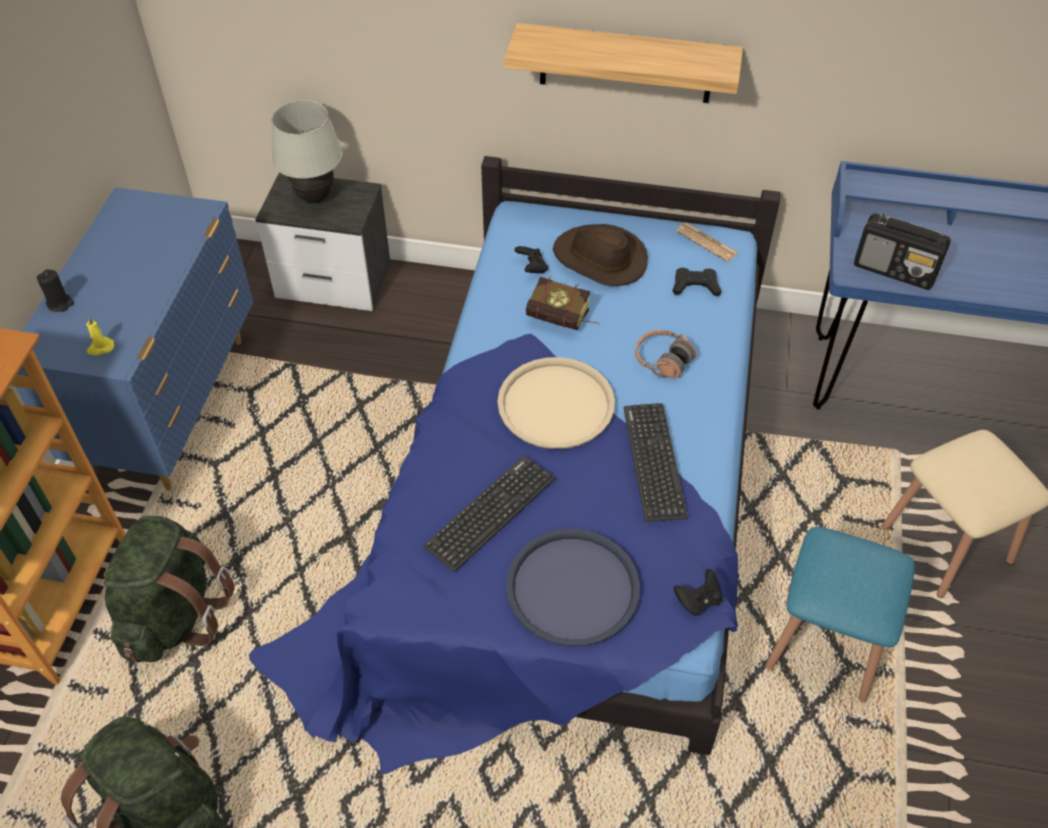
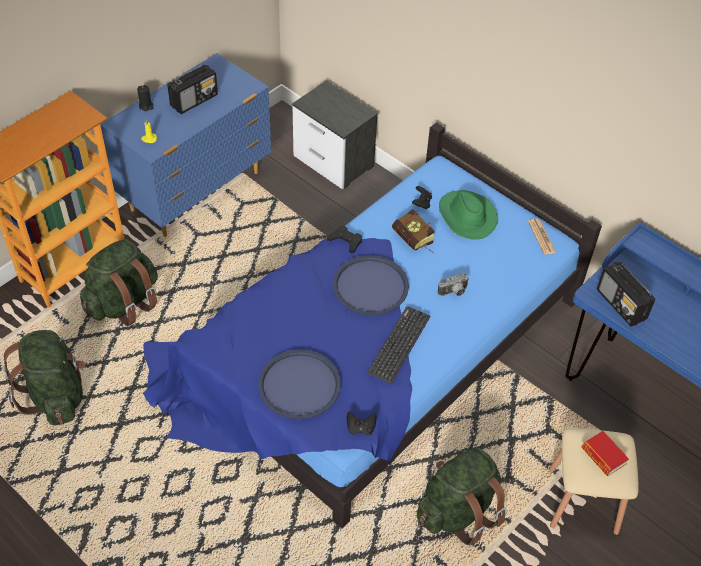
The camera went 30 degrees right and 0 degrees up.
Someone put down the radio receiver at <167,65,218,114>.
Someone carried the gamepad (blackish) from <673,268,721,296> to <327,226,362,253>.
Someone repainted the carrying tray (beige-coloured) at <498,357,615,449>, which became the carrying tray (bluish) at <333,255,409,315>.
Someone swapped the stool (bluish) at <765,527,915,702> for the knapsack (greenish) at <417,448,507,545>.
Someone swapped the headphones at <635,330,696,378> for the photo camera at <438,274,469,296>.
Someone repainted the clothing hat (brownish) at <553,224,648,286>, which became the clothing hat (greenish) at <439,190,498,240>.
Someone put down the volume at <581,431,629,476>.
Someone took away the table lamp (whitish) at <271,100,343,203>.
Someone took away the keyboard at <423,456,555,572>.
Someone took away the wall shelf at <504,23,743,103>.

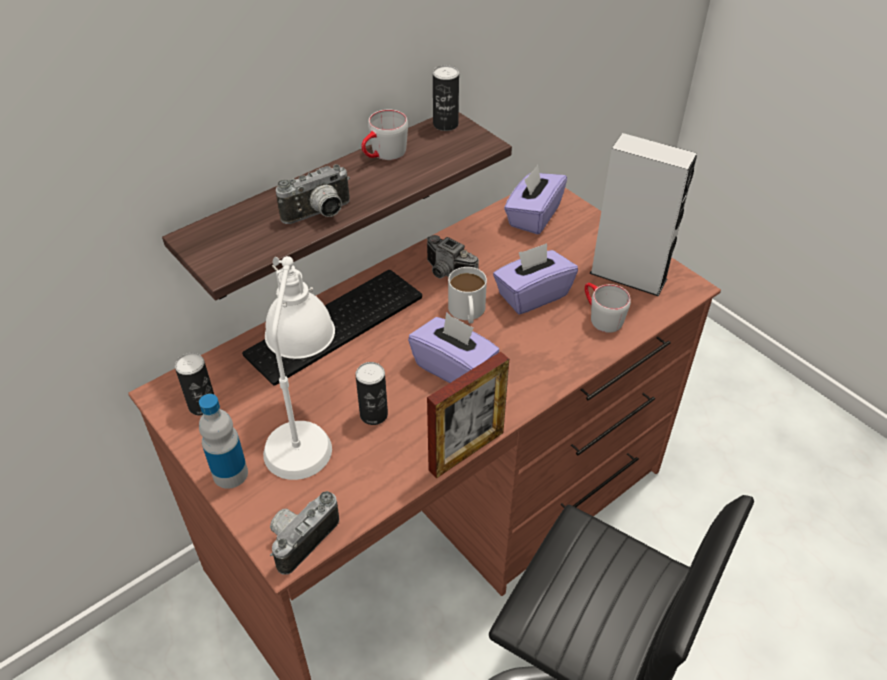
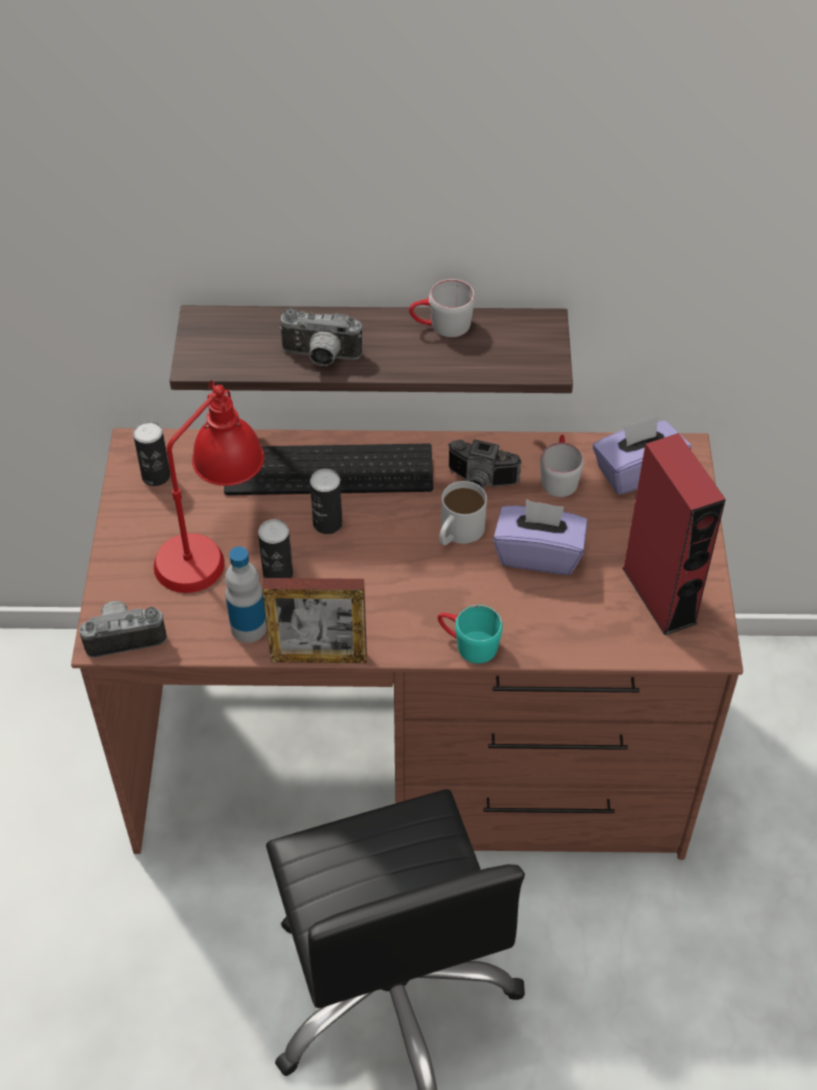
The camera went 40 degrees right and 5 degrees up.
Someone repainted the table lamp (whitish) at <263,256,335,480>, which became the table lamp (red) at <154,380,264,593>.
Someone carried the bottle from <199,394,248,489> to <225,546,267,643>.
Someone carried the can from <433,65,459,131> to <310,469,342,534>.
Someone put down the coffee mug (turquoise-coloured) at <438,605,503,664>.
Someone rotated the photo camera at <427,235,479,279> by 60 degrees counterclockwise.
Someone carried the coffee mug (grey) from <585,283,631,333> to <540,435,584,497>.
Someone repainted the speaker (grey) at <589,133,697,297>, which became the speaker (red) at <622,433,726,635>.
Someone took away the tissue holder (purple-coloured) at <408,312,499,383>.

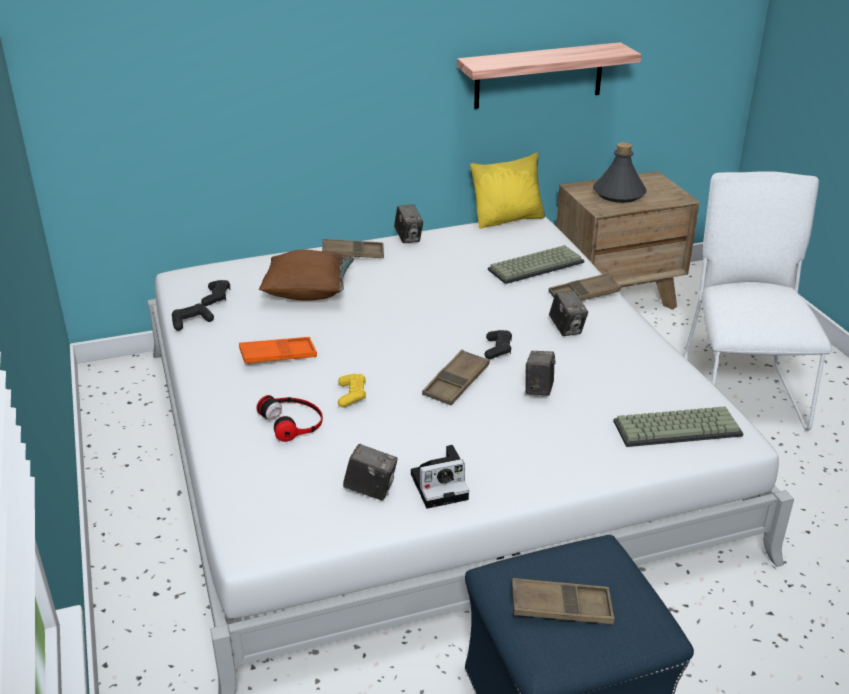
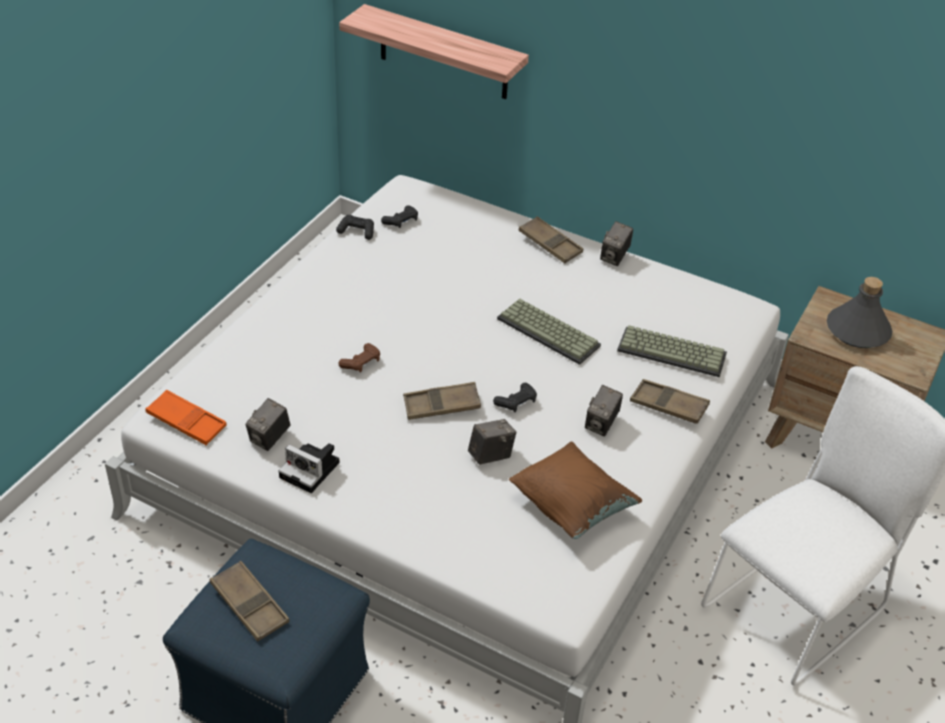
The camera went 45 degrees right and 10 degrees up.
Someone carried the carrying tray (orange-coloured) from <239,337,317,364> to <145,390,227,445>.
Someone rotated the photo camera at <343,444,398,501> by 60 degrees clockwise.
Someone repainted the gamepad (yellow) at <338,374,366,407>, which became the gamepad (brownish) at <338,343,380,372>.
Someone carried the wall shelf from <457,42,641,109> to <339,4,529,99>.
Someone carried the keyboard from <613,406,744,447> to <497,298,601,365>.
Someone carried the pillow (brownish) from <259,250,354,301> to <509,442,642,539>.
Someone took away the headphones at <256,395,323,442>.
Someone took away the pillow (yellow) at <470,152,545,229>.

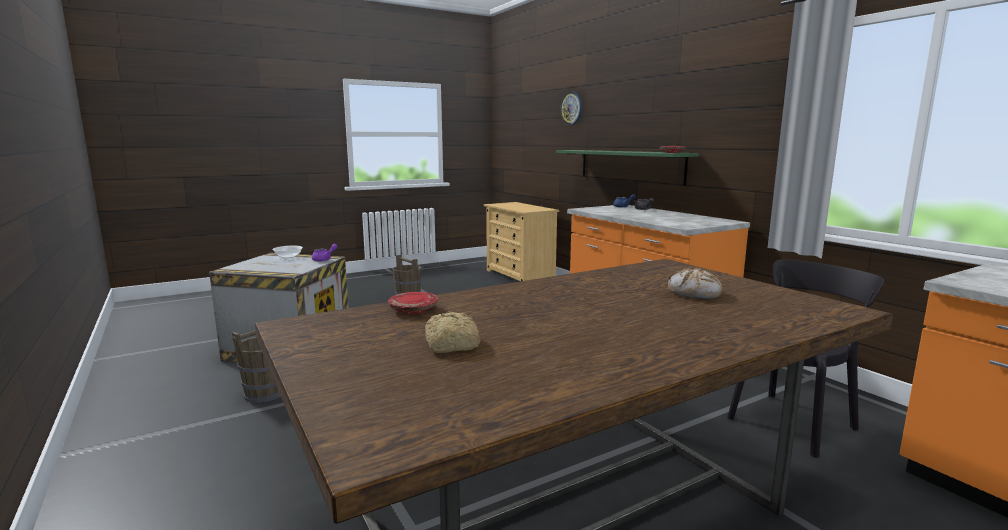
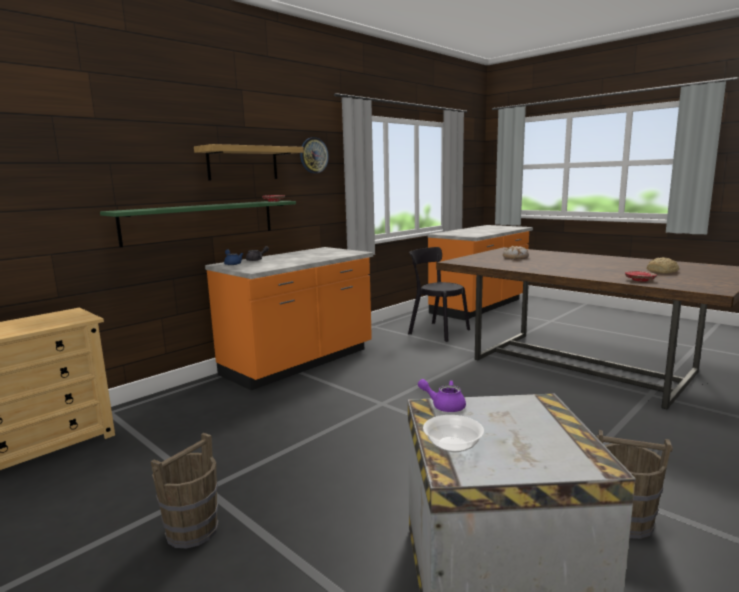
The camera went 105 degrees left and 0 degrees up.
Someone put up the wall shelf at <194,144,304,181>.
Someone carried the wall clock from <560,91,582,125> to <300,137,329,173>.

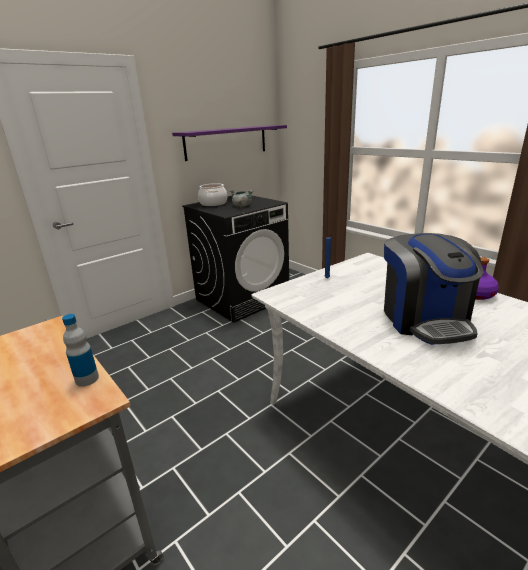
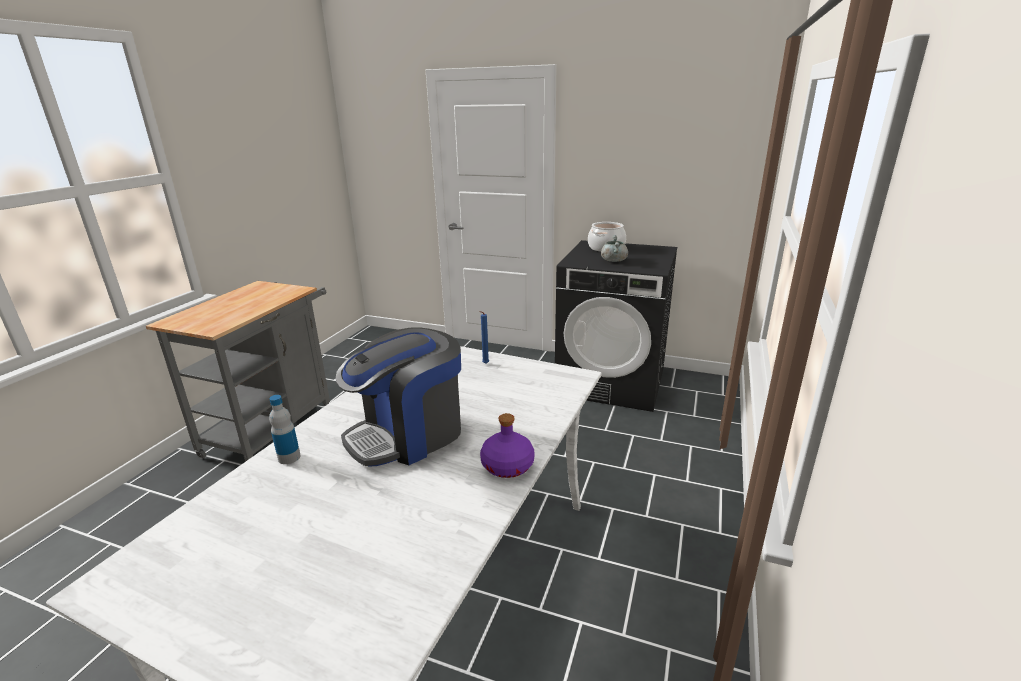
The camera went 60 degrees right and 0 degrees up.
Someone carried the bottle from <62,314,99,387> to <269,395,301,464>.
Someone took away the wall shelf (purple-coloured) at <172,125,287,161>.

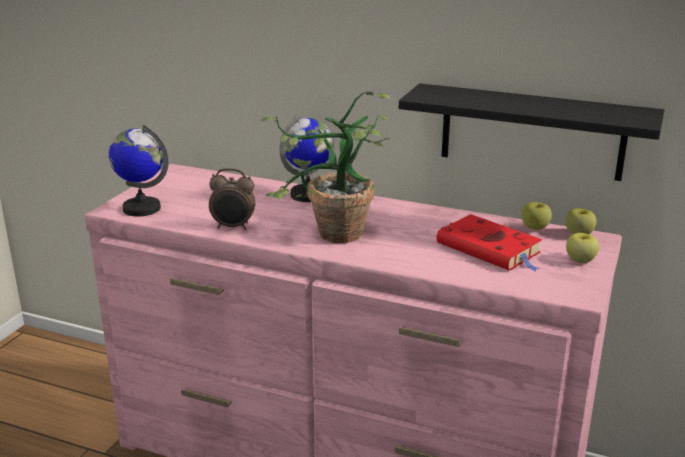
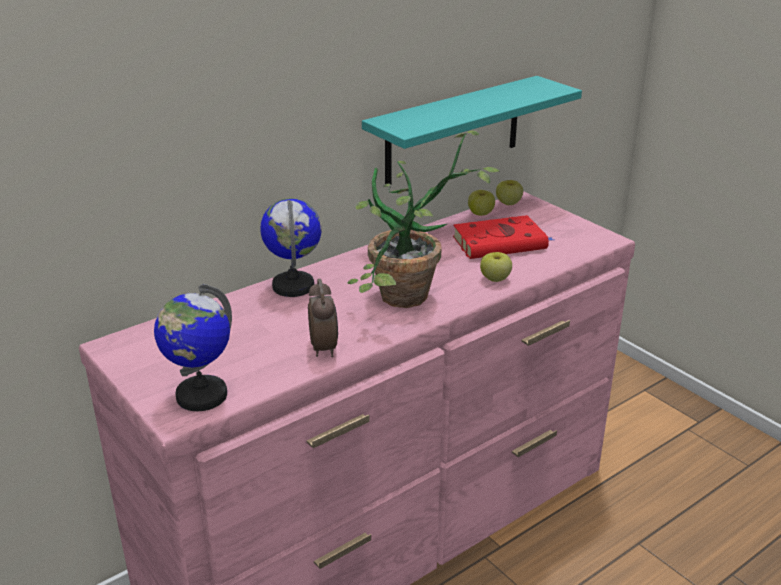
The camera went 60 degrees left and 5 degrees up.
Someone rotated the alarm clock at <209,168,255,230> by 45 degrees counterclockwise.
Someone repainted the wall shelf (blackish) at <399,83,665,181>, which became the wall shelf (turquoise-coloured) at <362,76,582,185>.
Someone carried the whole apple from <566,233,599,263> to <480,252,512,282>.

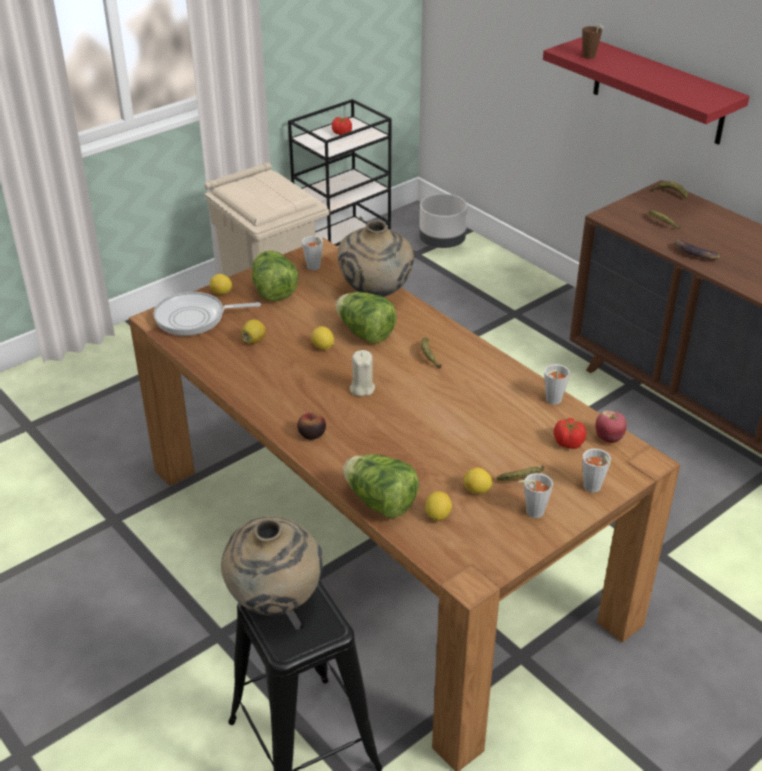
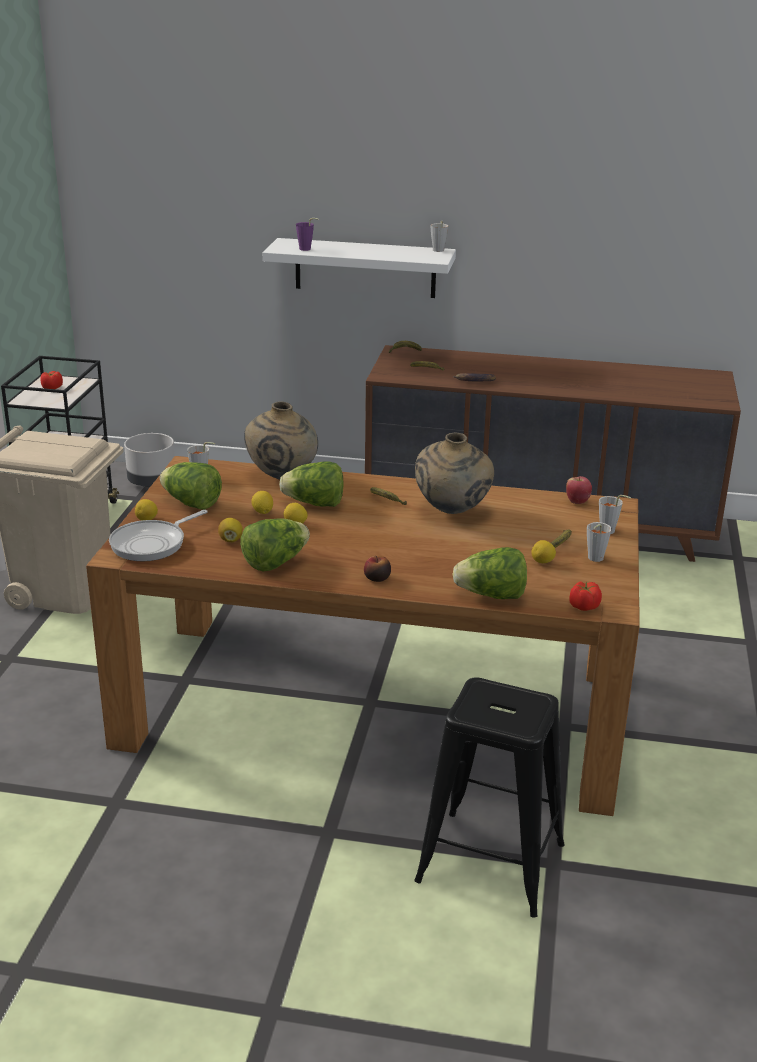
The camera went 40 degrees left and 10 degrees down.
Someone put down the lettuce at <240,518,310,571>.
Someone carried the whole lemon from <425,491,452,521> to <251,491,273,514>.
Someone repainted the wall shelf (red) at <543,37,750,145>, which became the wall shelf (whitish) at <263,238,456,298>.
Someone repainted the cup (brownish) at <582,24,604,59>, which became the cup (purple-coloured) at <296,218,319,251>.
Someone carried the decorative vase (beige-coloured) from <221,516,323,615> to <415,433,494,514>.
Someone carried the cup (grey) from <544,364,570,405> to <430,221,448,252>.
Someone carried the fresh tomato from <554,418,586,449> to <569,582,602,611>.
Someone took away the wax candle (beige-coloured) at <350,350,375,396>.

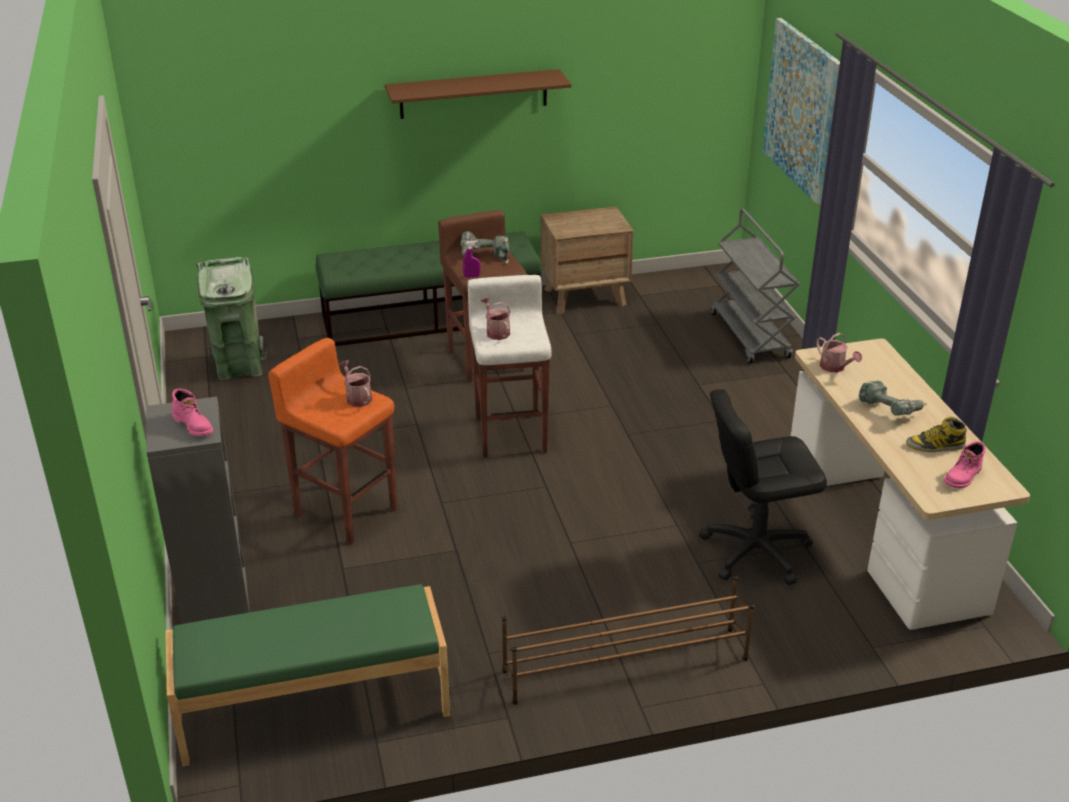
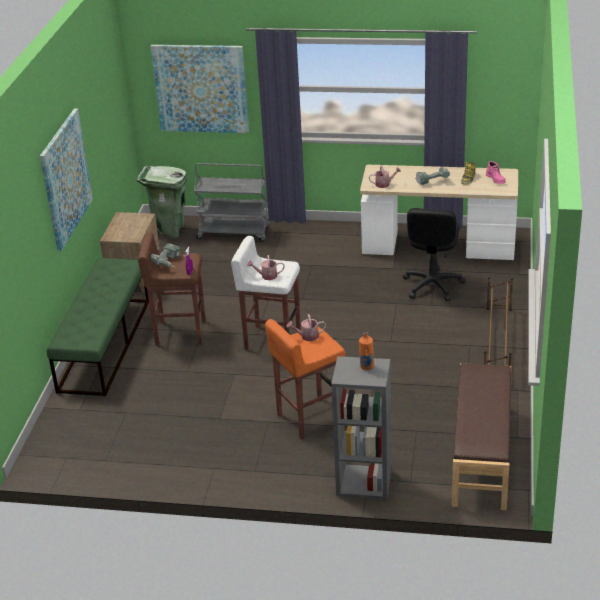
The camera went 65 degrees left and 0 degrees up.
Someone swapped the wall shelf (brownish) at <385,69,572,119> for the wall picture at <40,109,93,251>.
Someone carried the waste bin (greenish) from <196,257,267,380> to <137,165,188,238>.
Someone swapped the tall boot (pinkish) at <172,389,213,436> for the bottle (orange-coloured) at <359,332,374,370>.
Someone repainted the indoor bench (greenish) at <165,584,450,766>, which became the indoor bench (brownish) at <452,363,511,510>.

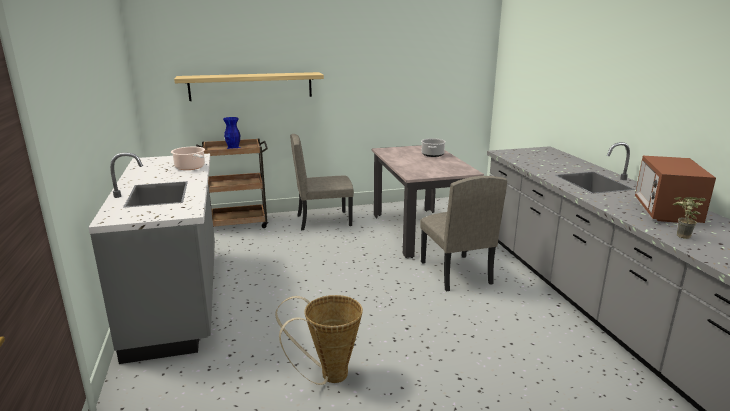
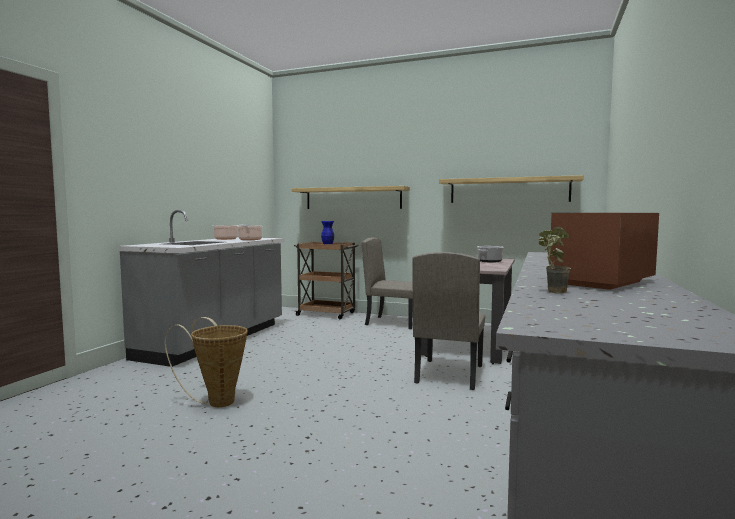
The camera went 35 degrees right and 15 degrees down.
Someone put down the cooking pot at <213,224,250,240>.
Someone put up the wall shelf at <439,175,584,203>.

